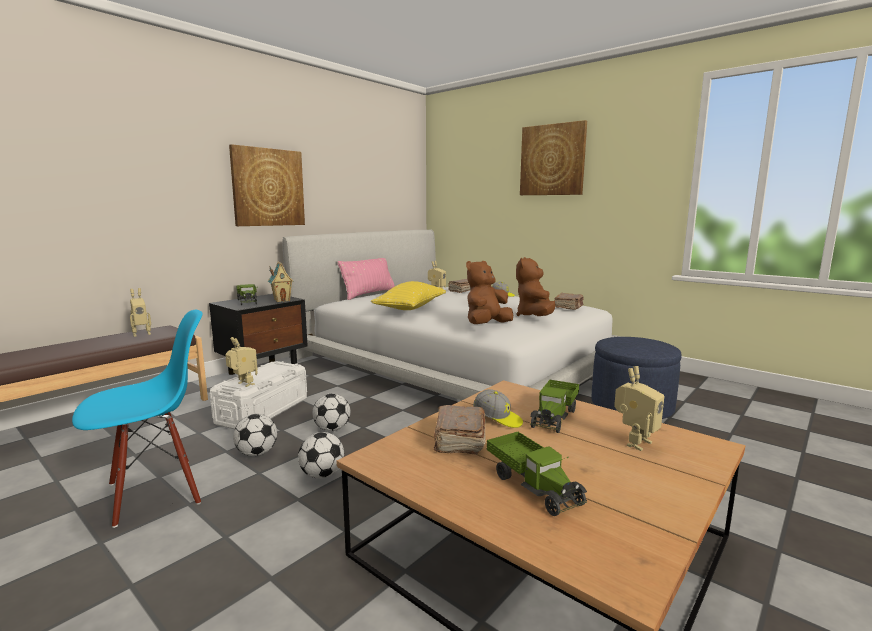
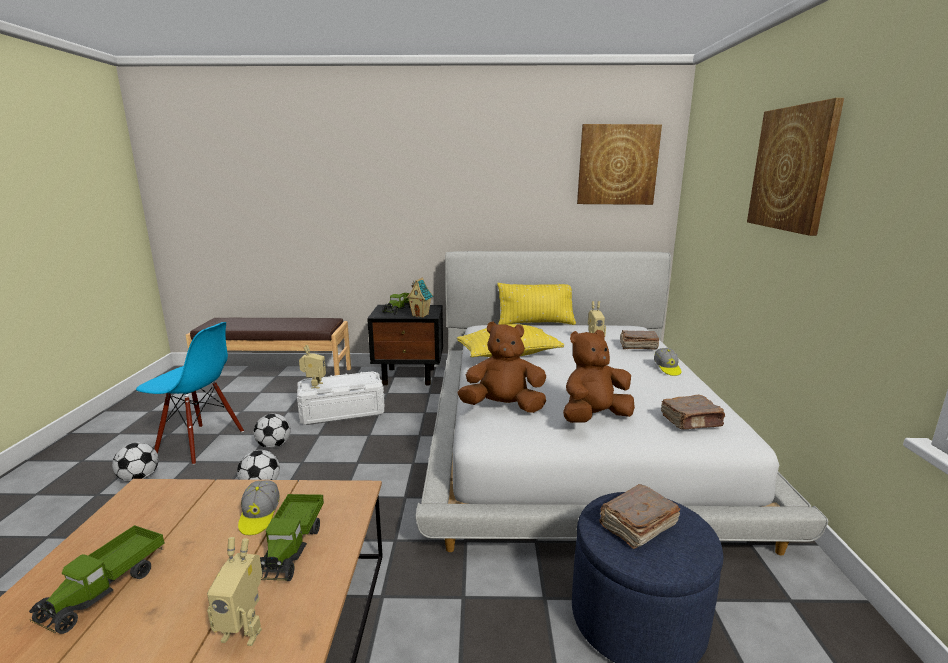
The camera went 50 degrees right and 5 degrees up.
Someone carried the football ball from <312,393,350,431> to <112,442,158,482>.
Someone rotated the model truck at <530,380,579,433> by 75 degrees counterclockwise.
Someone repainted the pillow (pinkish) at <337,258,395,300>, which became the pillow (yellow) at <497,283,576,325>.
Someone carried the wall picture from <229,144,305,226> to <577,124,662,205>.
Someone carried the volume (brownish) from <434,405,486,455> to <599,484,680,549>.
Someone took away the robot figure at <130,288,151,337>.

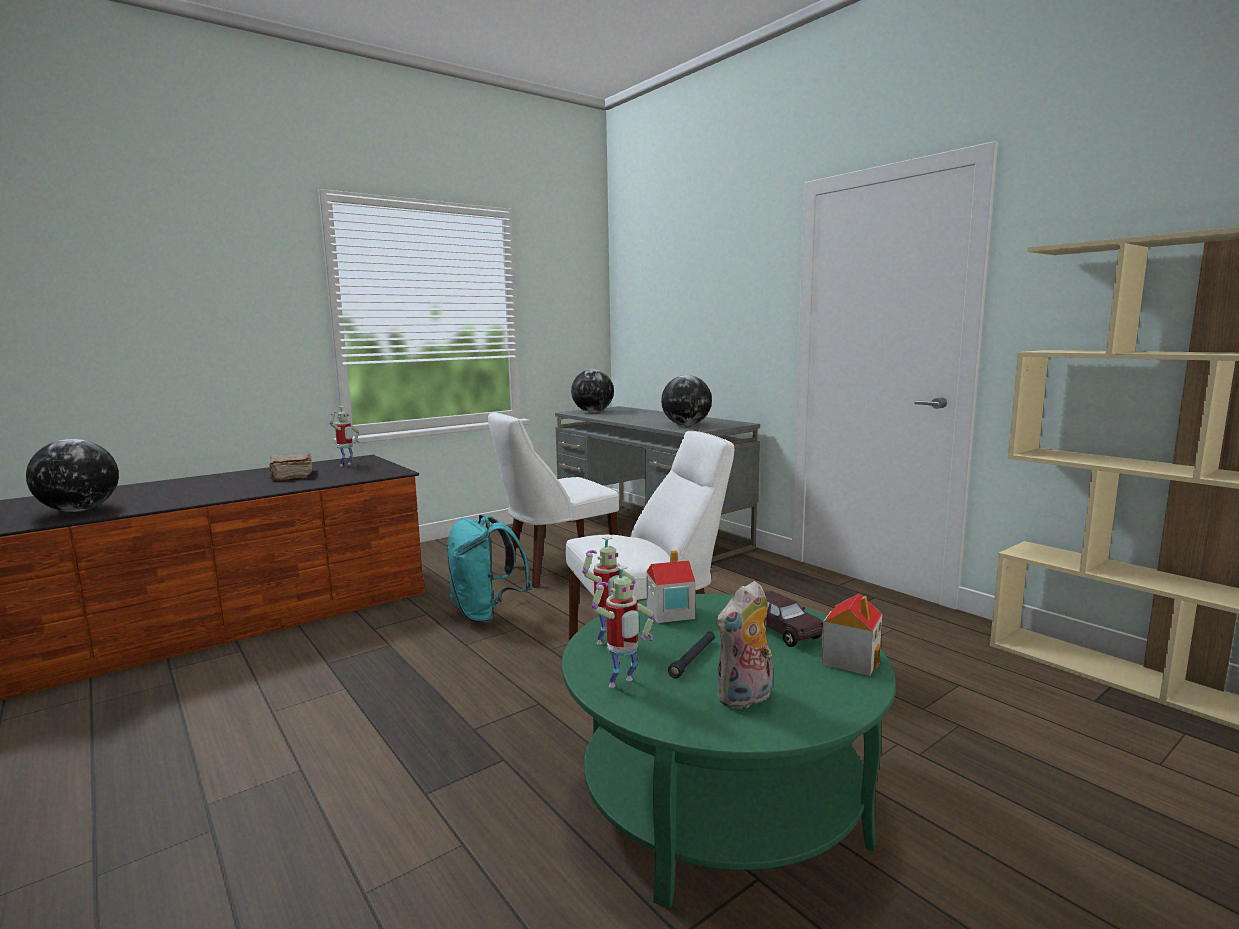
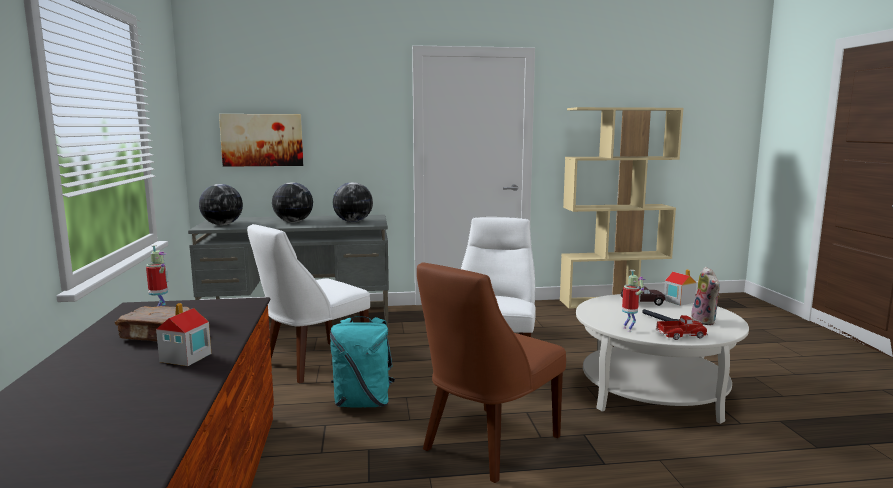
The camera went 60 degrees left and 0 degrees up.
Someone carried the toy house from <646,550,695,623> to <156,303,211,366>.
Someone put up the wall picture at <219,114,303,167>.
Someone rotated the plain chair (whitish) at <488,412,619,588> by 45 degrees clockwise.
Someone carried the desk globe from <26,439,119,512> to <272,182,313,223>.
Someone put down the plain chair (brownish) at <417,262,566,483>.
Someone repainted the lounge table (greenish) at <562,594,896,909>, which became the lounge table (whitish) at <576,294,749,424>.
Someone swapped the robot figure at <592,565,654,688> for the model truck at <656,315,708,340>.

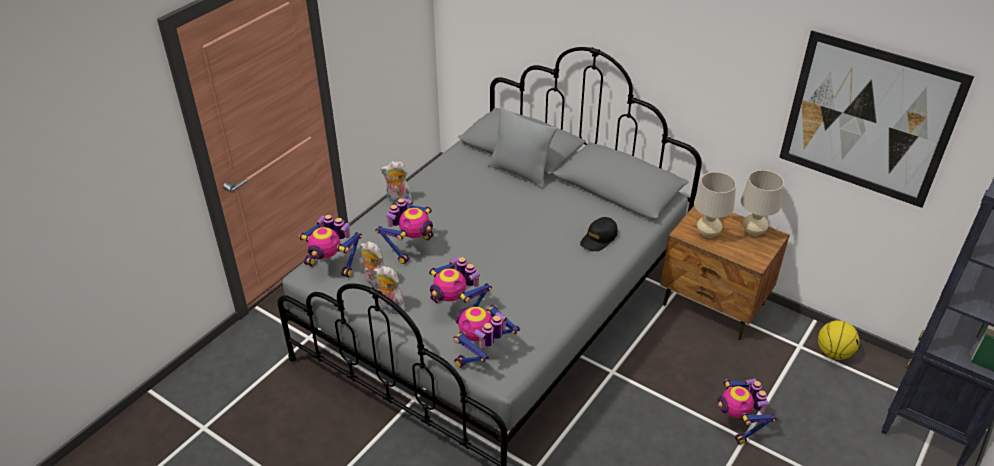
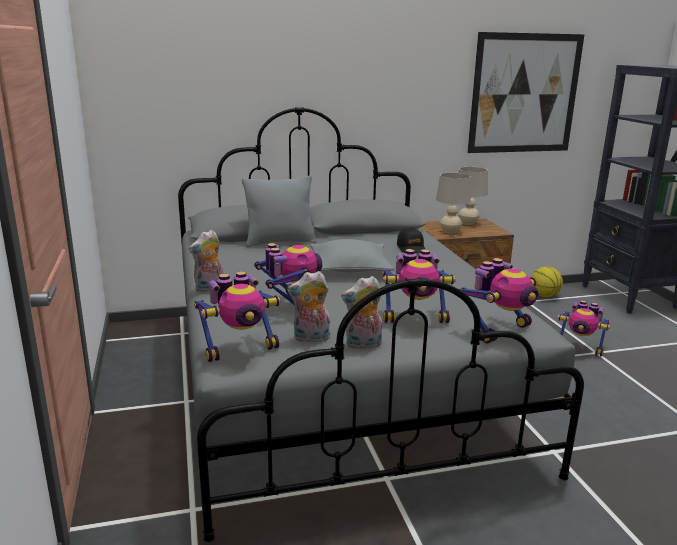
The camera went 50 degrees left and 20 degrees down.
Someone put down the pillow (grey) at <310,239,395,272>.
Someone rotated the robot figure at <454,305,520,368> by 120 degrees counterclockwise.

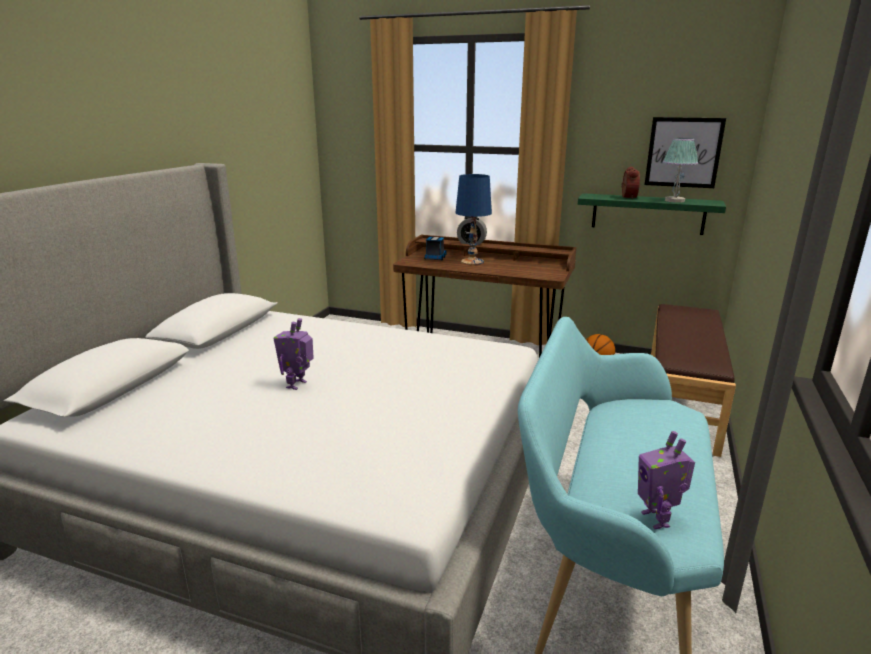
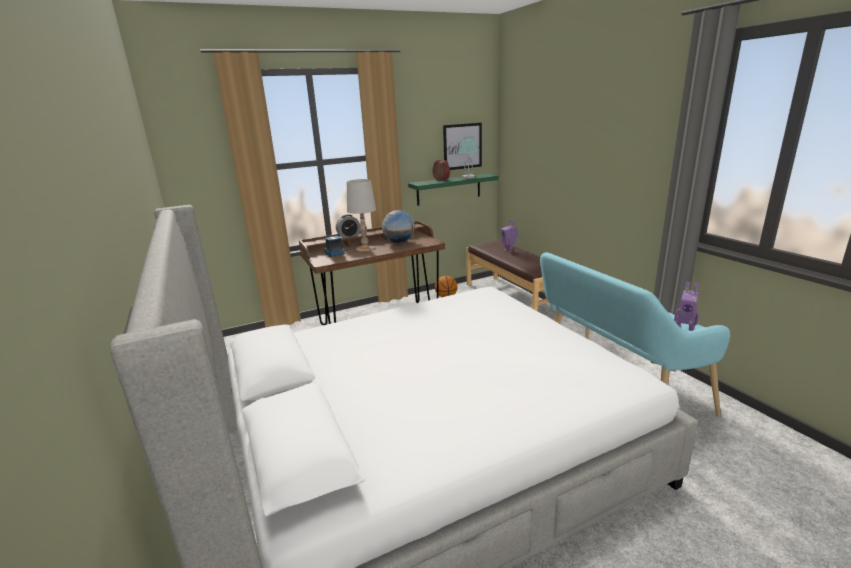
The camera went 45 degrees left and 0 degrees up.
Someone repainted the table lamp (bluish) at <455,174,492,265>, which became the table lamp (whitish) at <347,179,376,252>.
Someone put down the desk globe at <382,210,415,243>.
Someone carried the robot figure from <273,318,314,390> to <501,220,518,252>.

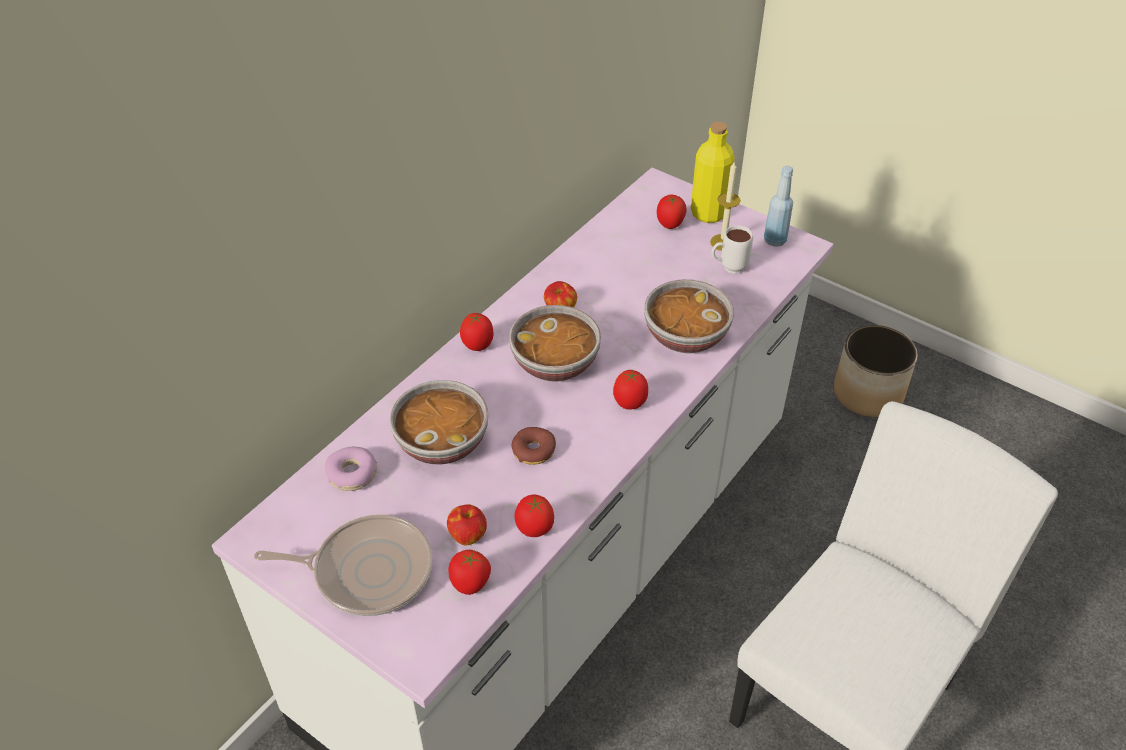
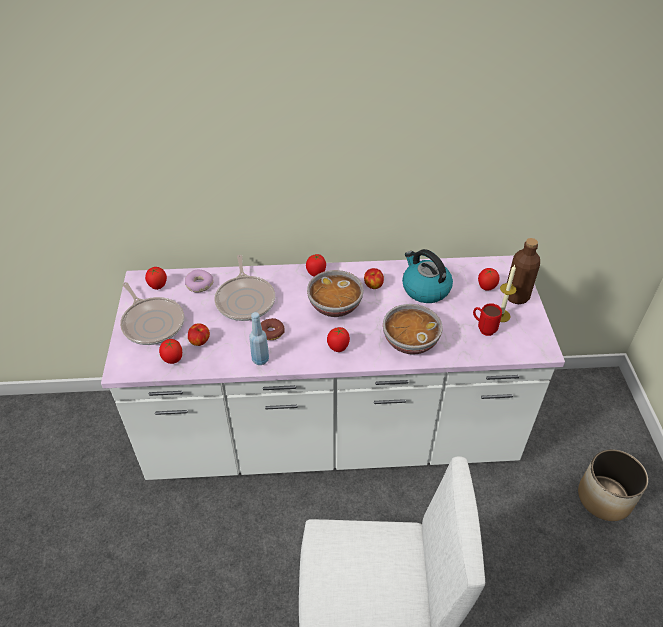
The camera went 50 degrees right and 0 degrees up.
Someone carried the fresh tomato from <515,495,554,537> to <145,267,167,290>.
Someone swapped the bowl at <390,380,488,464> for the frying pan at <214,255,275,321>.
Someone carried the bottle (bluish) from <764,166,793,247> to <249,312,269,365>.
Someone put down the tea kettle at <402,249,453,303>.
Someone repainted the coffee mug (whitish) at <712,226,753,274>, which became the coffee mug (red) at <473,303,502,336>.
Someone repainted the bottle (yellow) at <691,122,735,223>, which became the bottle (brownish) at <507,238,540,304>.

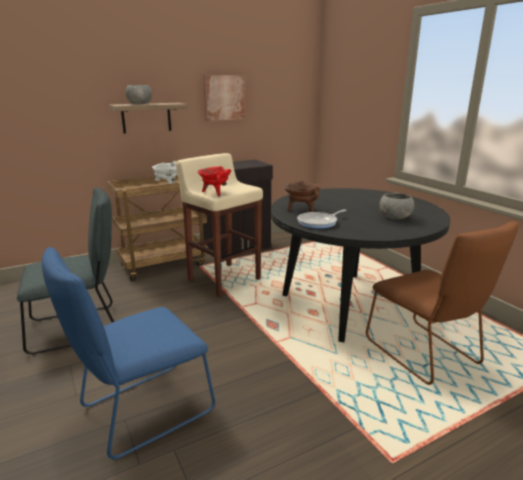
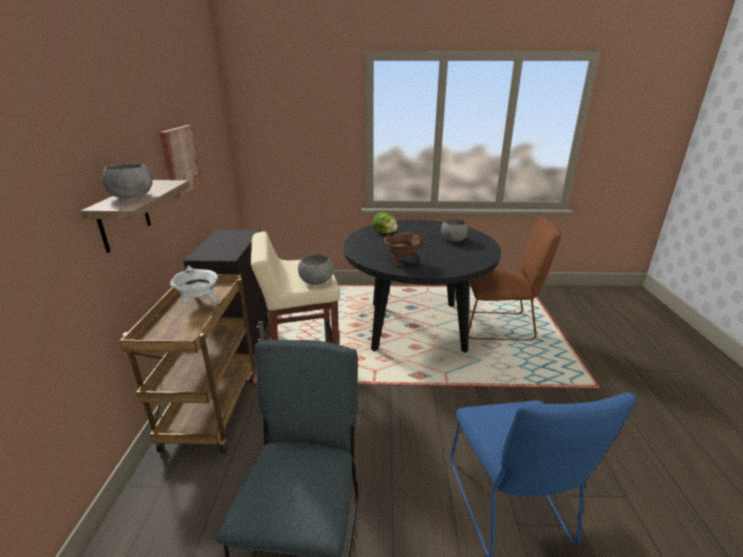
The camera went 60 degrees left and 5 degrees up.
Someone swapped the cooking pot (red) at <198,166,232,197> for the bowl (grey) at <298,254,334,285>.
Someone put down the lettuce at <373,212,398,234>.
Someone took away the frying pan at <297,210,347,229>.

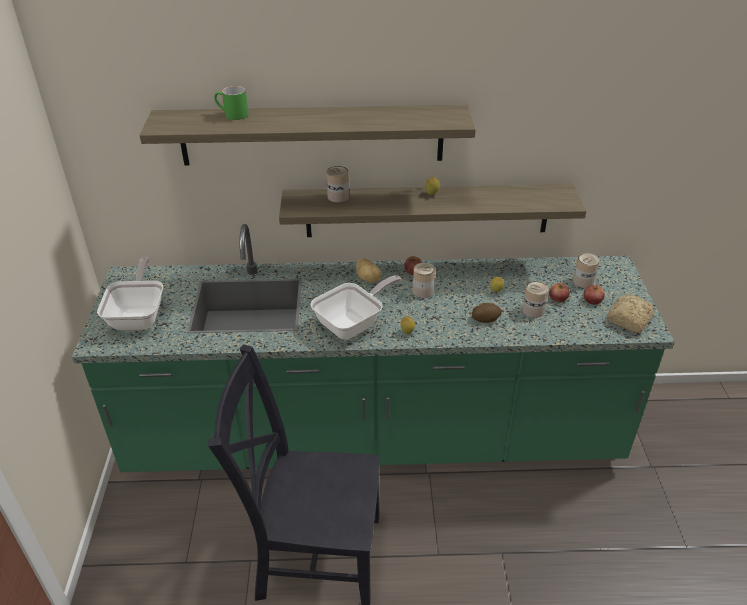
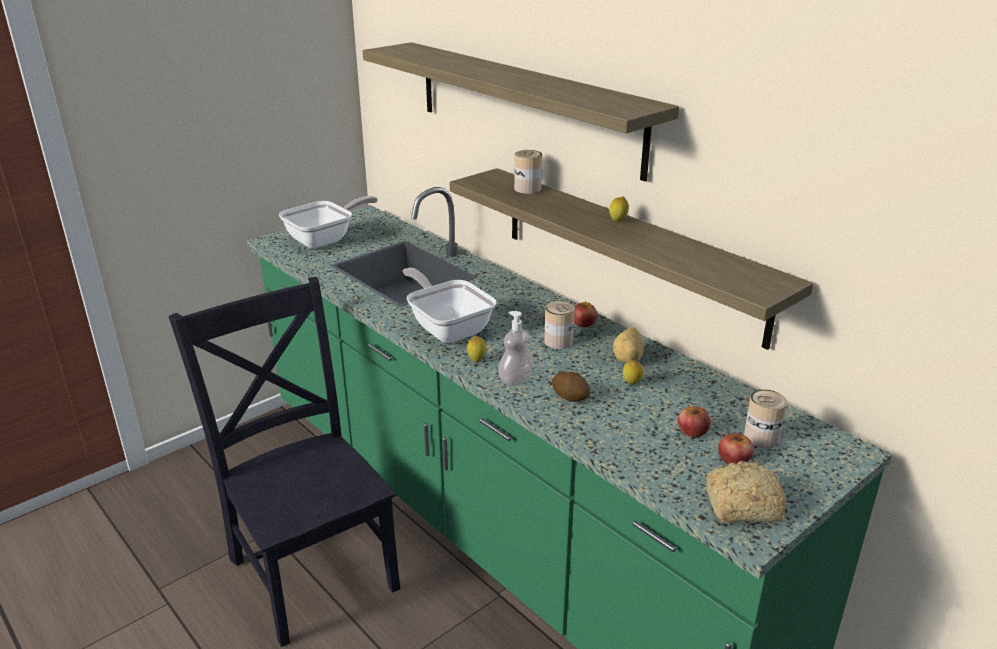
The camera went 50 degrees right and 10 degrees down.
Someone rotated the frying pan at <310,275,401,340> by 135 degrees counterclockwise.
Someone put down the soap dispenser at <498,311,534,386>.
Someone carried the whole potato from <356,258,382,283> to <613,327,644,363>.
Someone took away the coffee mug (greenish) at <214,86,248,120>.
Someone took away the can at <522,281,549,318>.

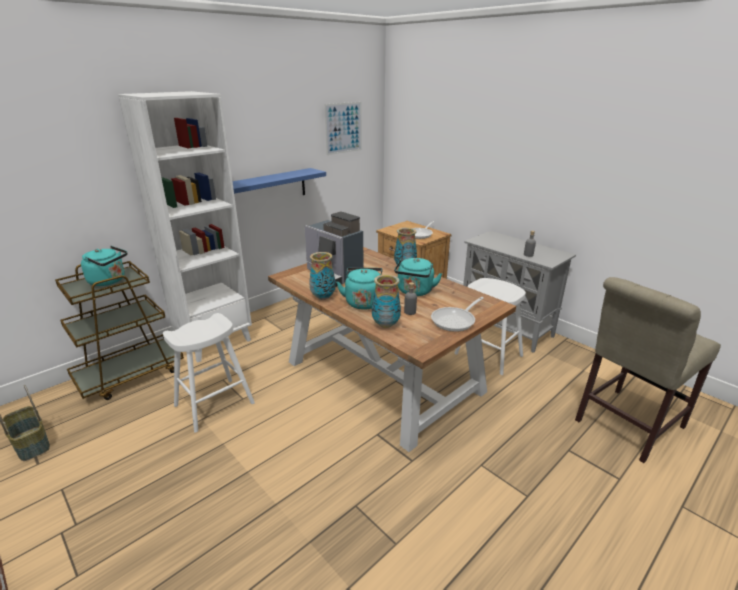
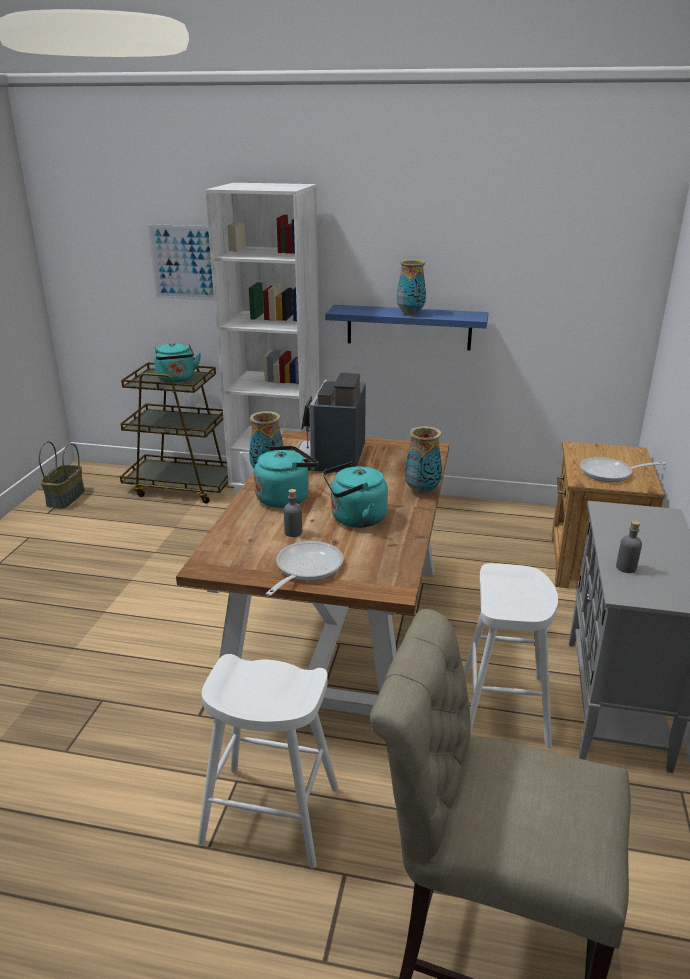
The camera went 55 degrees right and 0 degrees up.
Someone carried the wall picture from <324,102,362,155> to <148,224,214,301>.
Someone carried the stool (whitish) from <163,313,255,433> to <197,654,339,868>.
Someone rotated the frying pan at <431,297,484,332> by 105 degrees clockwise.
Someone carried the decorative vase from <372,274,401,328> to <397,260,426,315>.

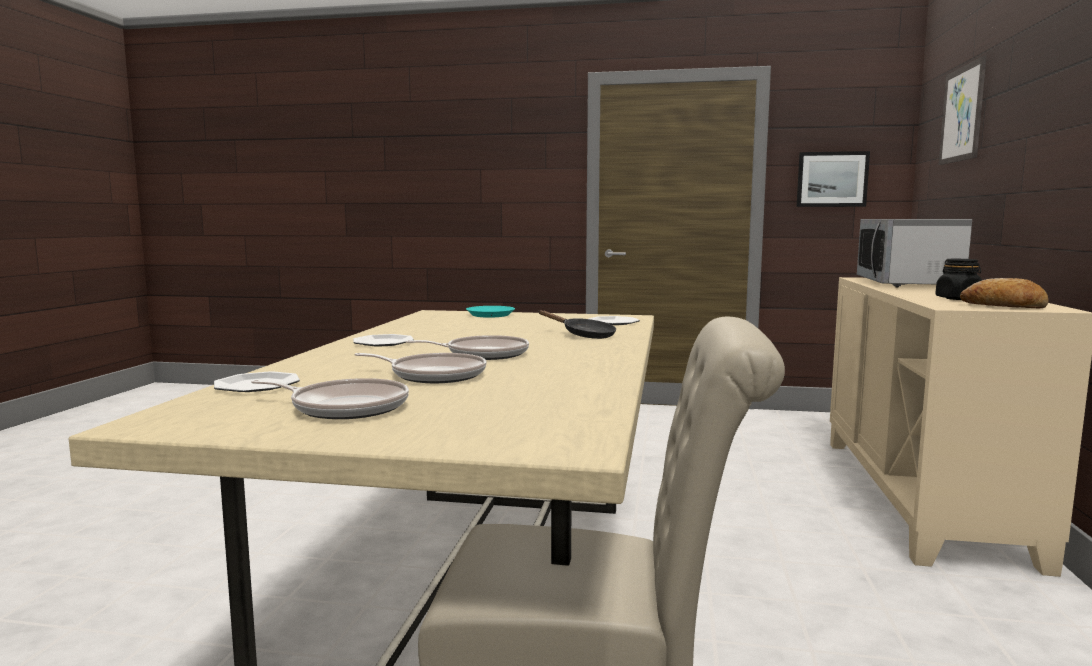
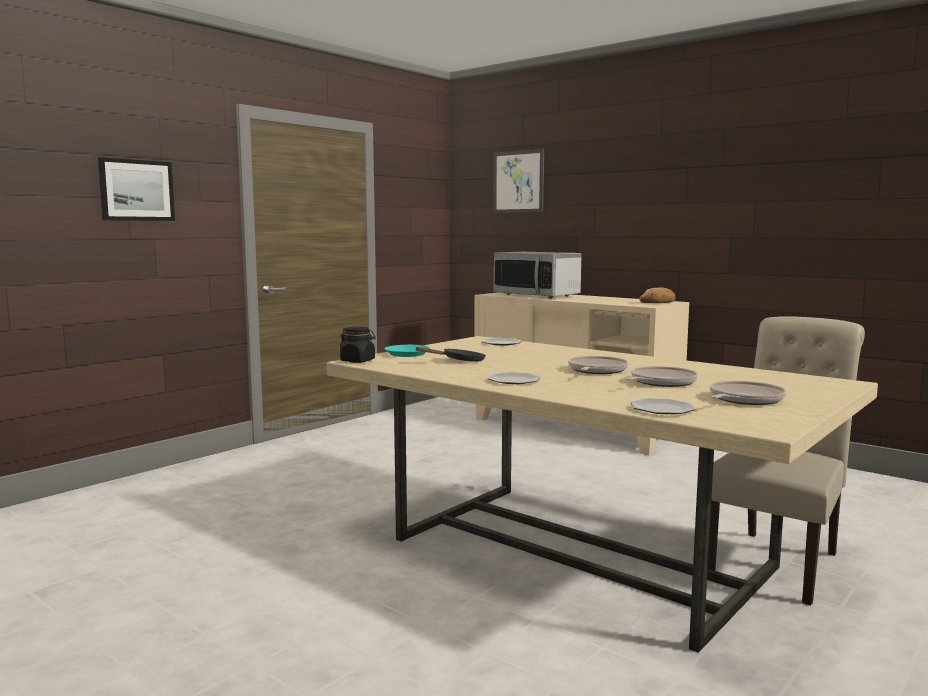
The camera went 60 degrees left and 0 degrees up.
Someone carried the wall picture from <797,151,870,207> to <98,157,175,221>.
Someone carried the jar (blackish) from <935,259,982,300> to <340,327,375,363>.
Someone carried the frying pan (blackish) from <539,310,616,339> to <416,347,486,362>.

